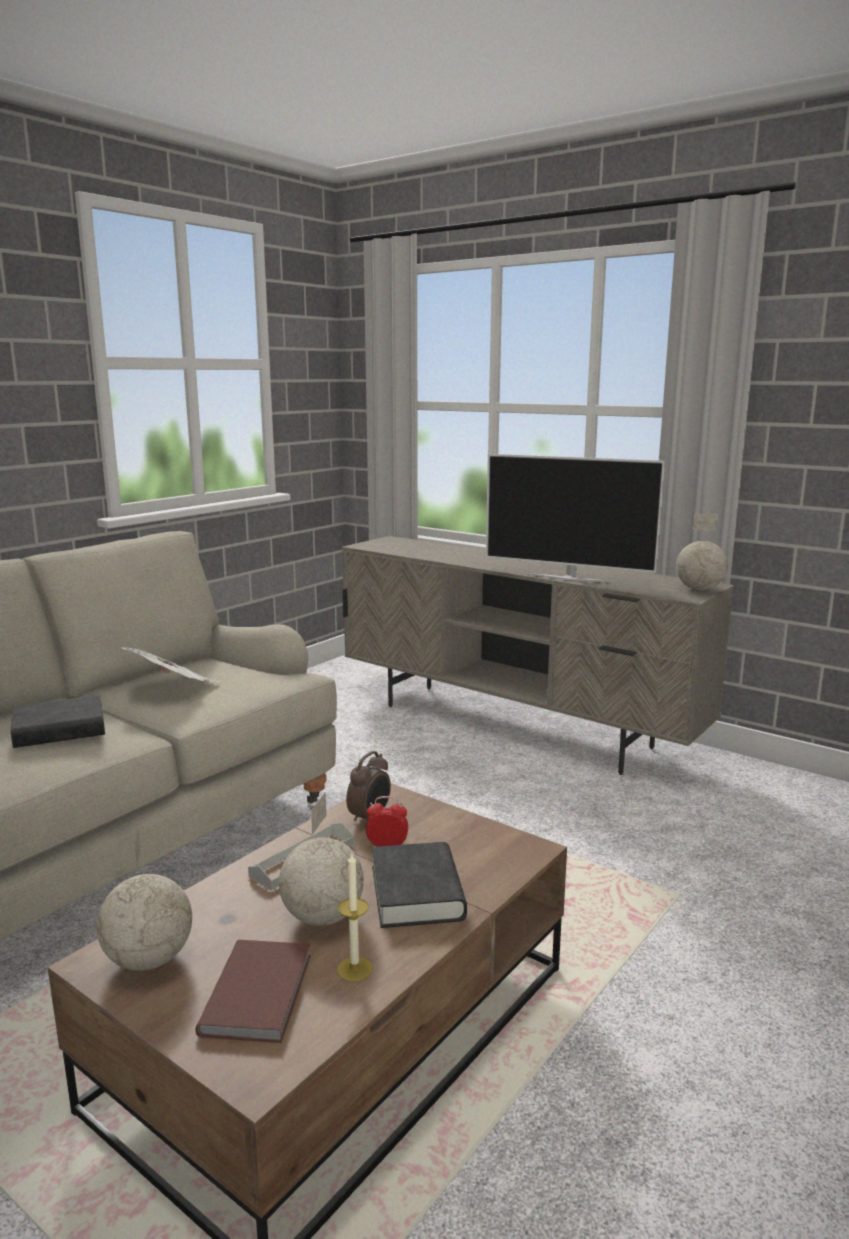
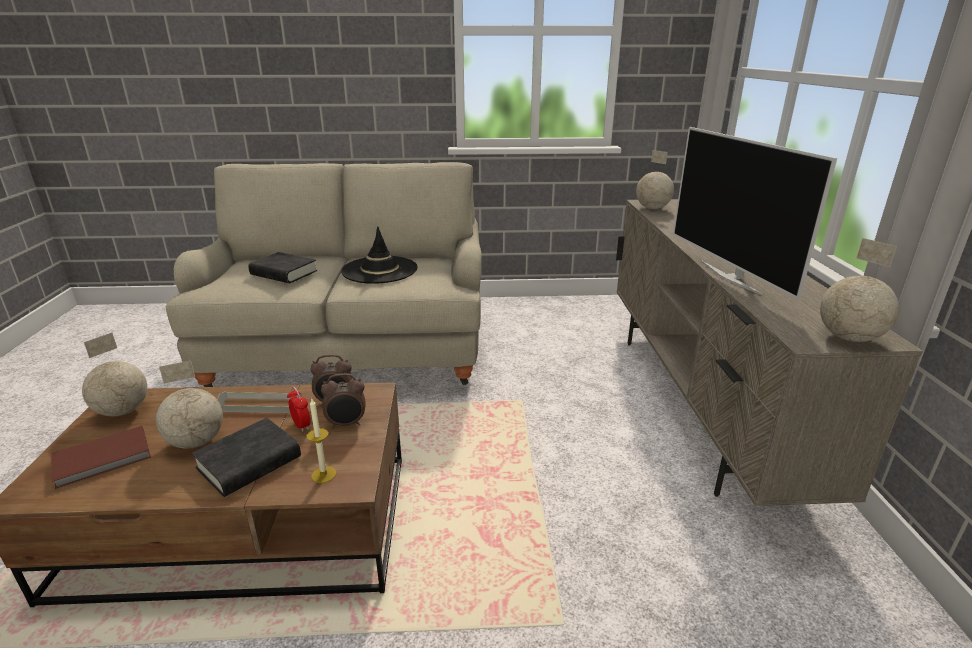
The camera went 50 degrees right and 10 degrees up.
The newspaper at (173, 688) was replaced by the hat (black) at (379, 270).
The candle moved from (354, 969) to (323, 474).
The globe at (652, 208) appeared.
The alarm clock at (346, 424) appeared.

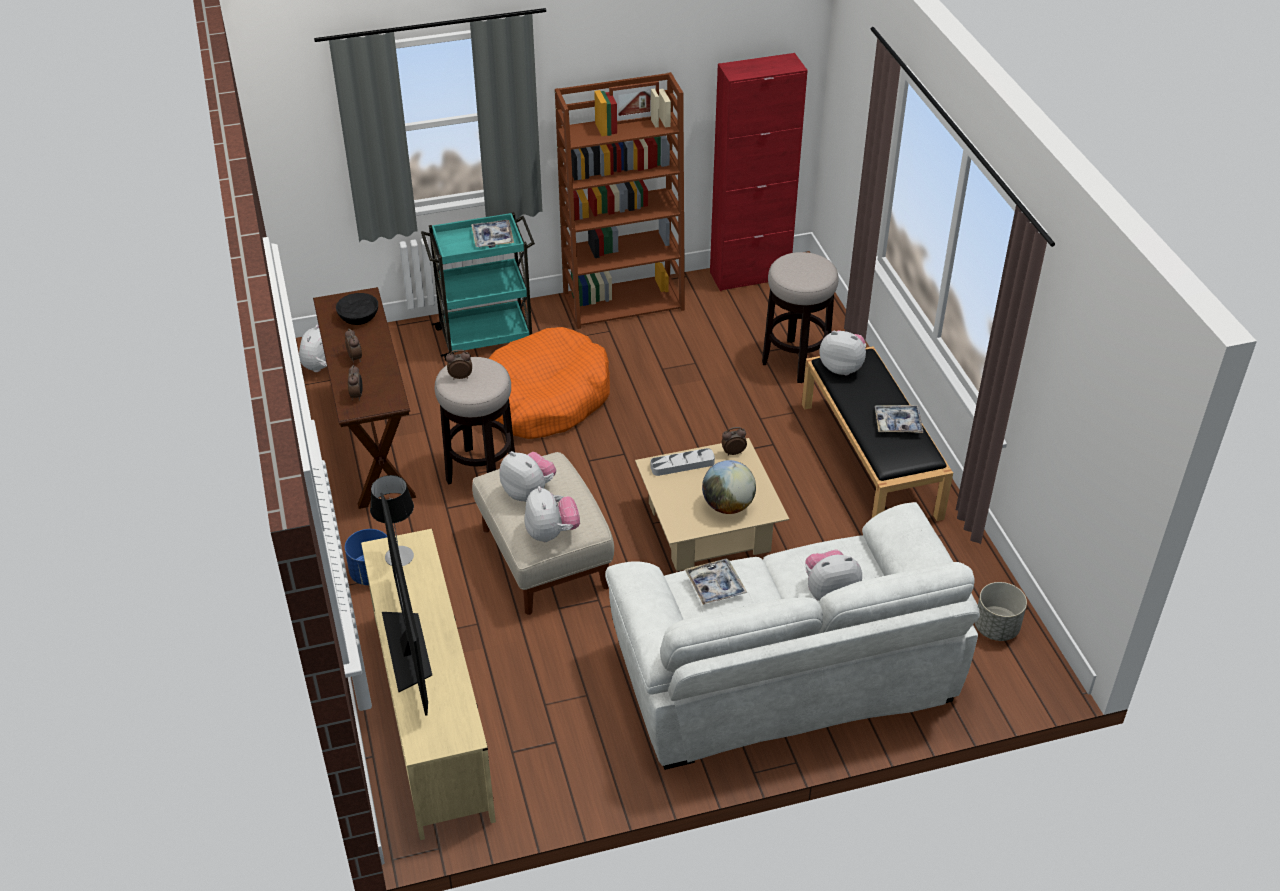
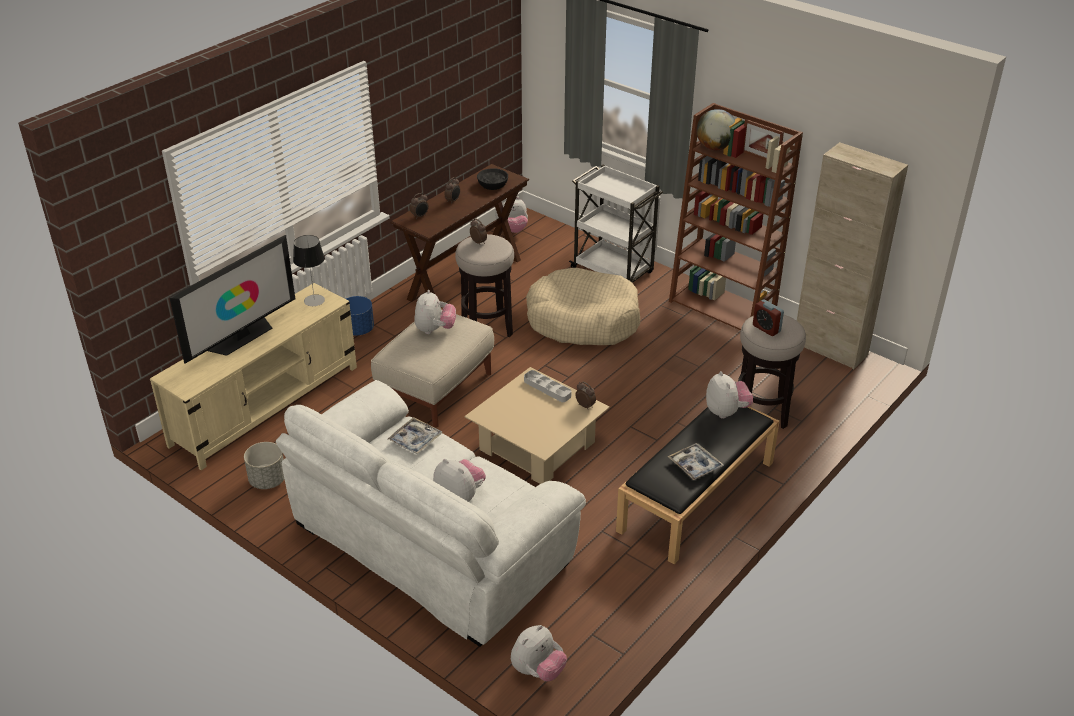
The camera went 55 degrees right and 5 degrees down.
The cabinet (red) at (750, 275) became the cabinet (beige) at (830, 349).
The cart (turquoise) at (486, 337) became the cart (white) at (613, 271).
The tray at (492, 238) disappeared.
The dog bed (orange) at (544, 399) became the dog bed (beige) at (583, 320).
The globe moved from (728, 506) to (715, 148).
The plush toy moved from (551, 533) to (538, 671).
The planter (grey) moved from (995, 628) to (267, 480).
The alarm clock at (766, 328) appeared.

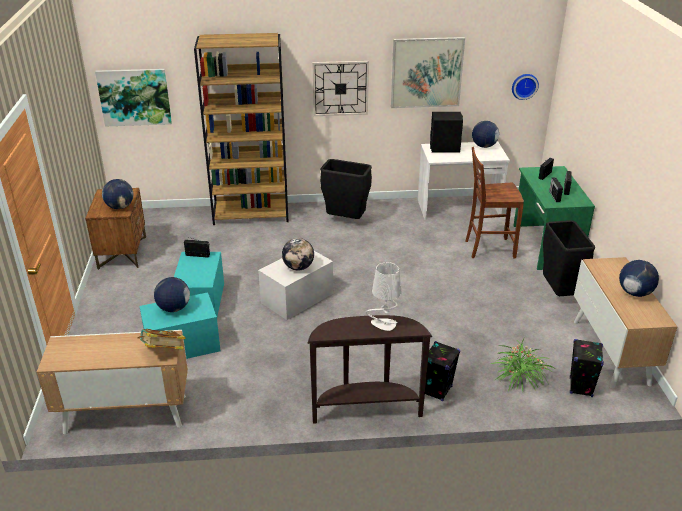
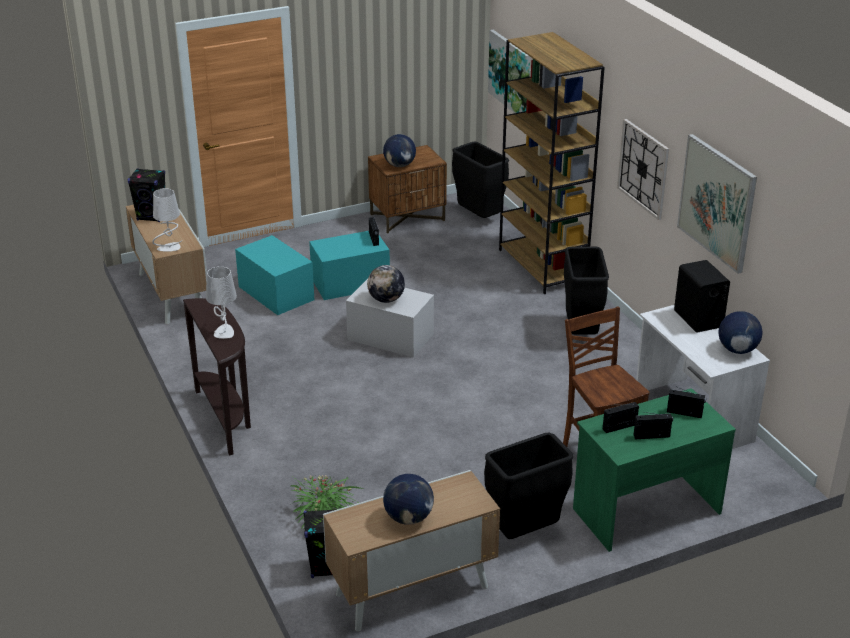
The camera went 70 degrees right and 0 degrees up.
The wall clock at (524, 86) disappeared.
The globe at (174, 308) disappeared.
The book at (163, 351) was replaced by the table lamp (white) at (169, 248).
The speaker (black) moved from (437, 390) to (152, 216).
The trash can (black) at (479, 217) appeared.

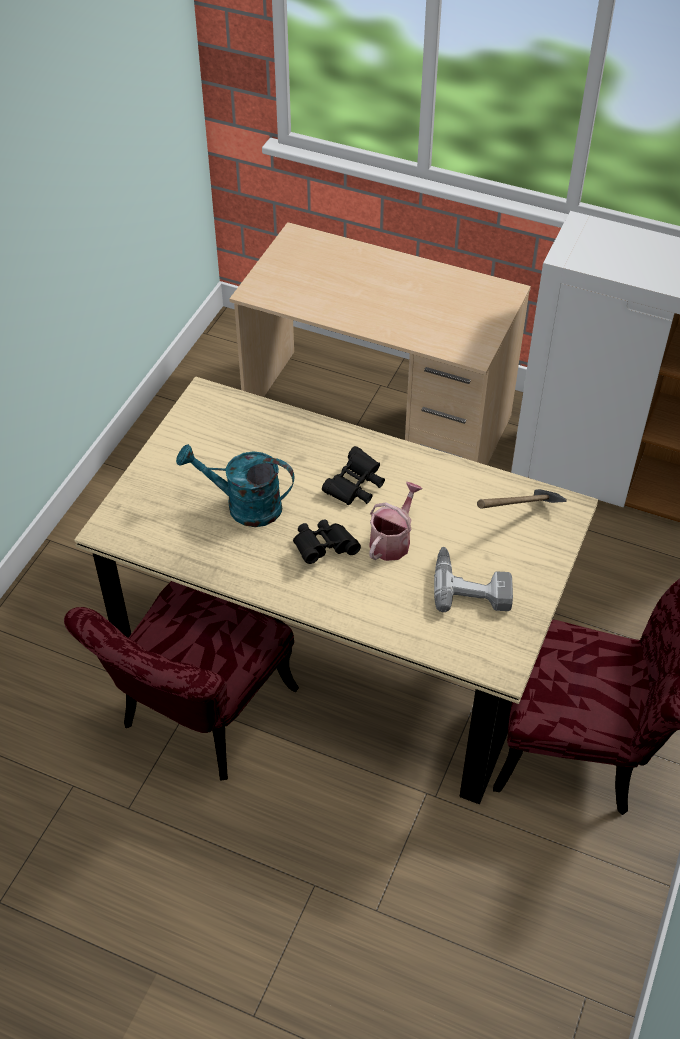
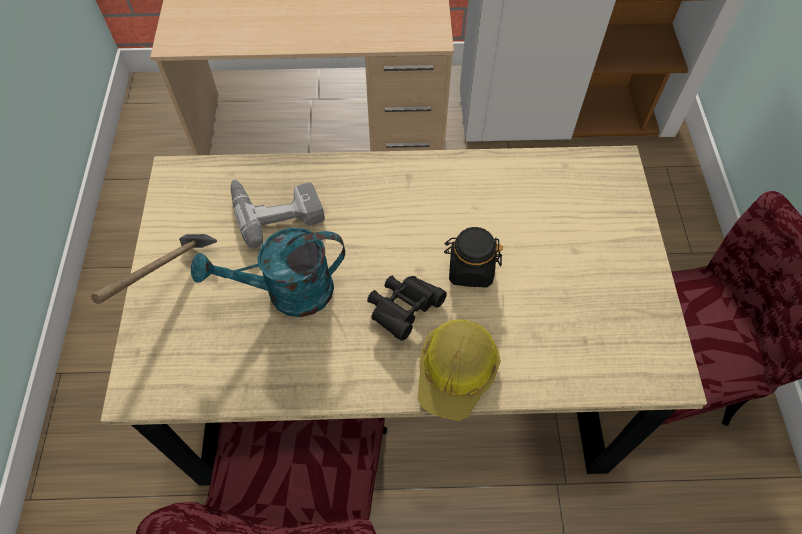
The camera went 25 degrees left and 10 degrees up.
The binoculars (black) at (355, 487) disappeared.
The watering can at (392, 540) was replaced by the jar (black) at (470, 269).
The hammer moved from (518, 523) to (173, 284).
The power drill moved from (471, 585) to (276, 209).
The hard hat at (456, 371) appeared.

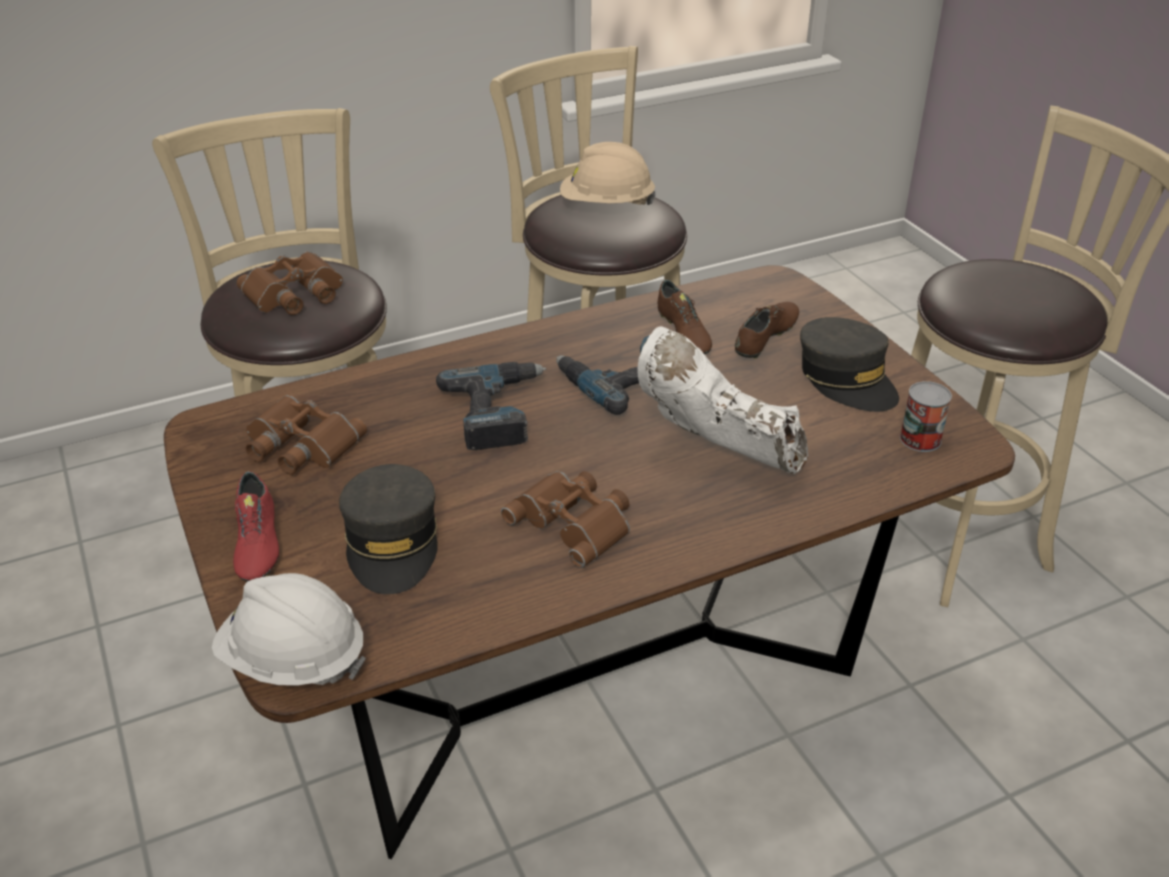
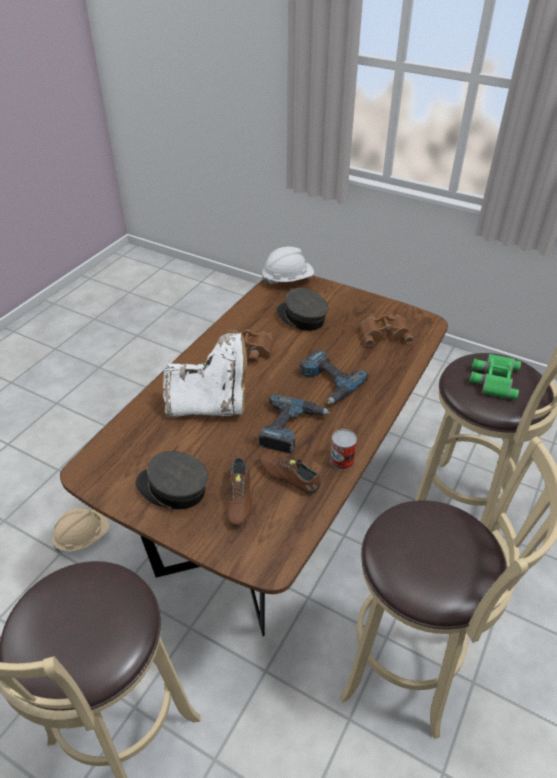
The camera went 145 degrees right and 5 degrees up.
The hard hat (beige) moved from (606, 205) to (83, 537).
The binoculars (brown) at (295, 294) became the binoculars (green) at (493, 379).
The can moved from (920, 439) to (342, 460).
The shoe (red) at (256, 544) disappeared.

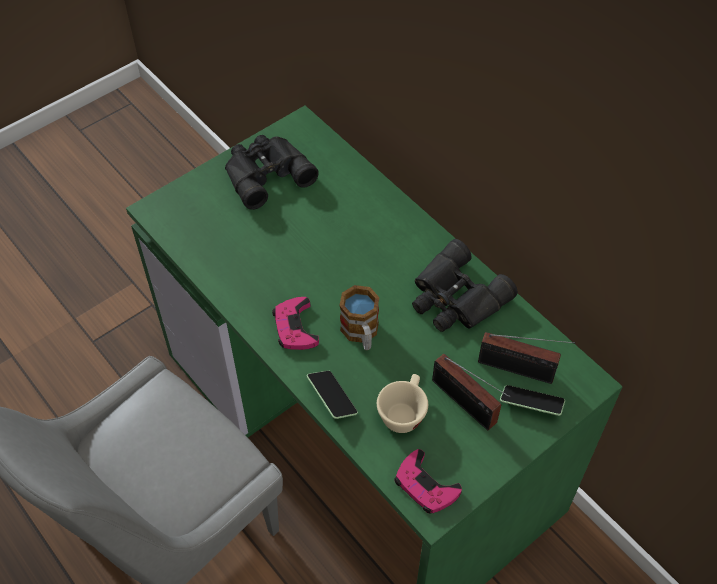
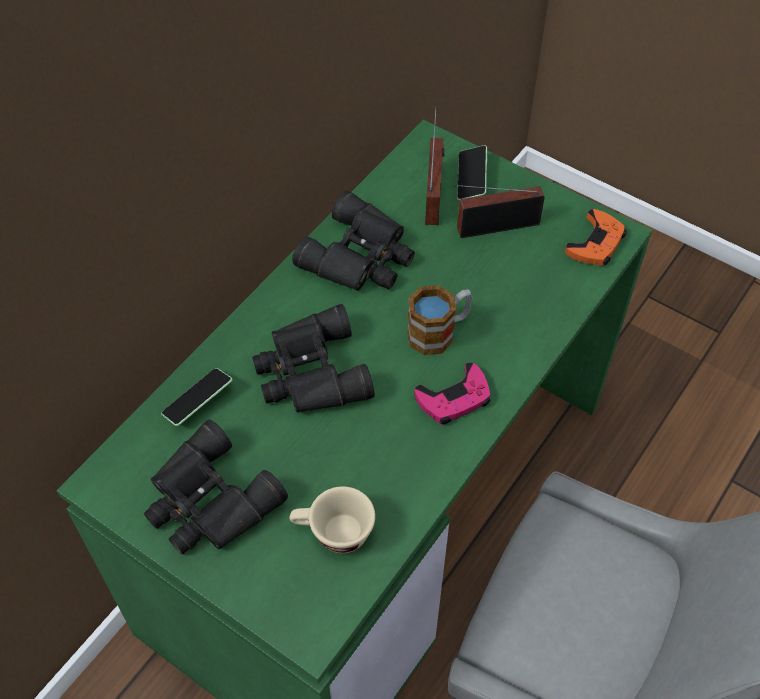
The camera went 105 degrees left and 0 degrees up.
The radio at (466, 405) turned 135 degrees counterclockwise.
The phone moved from (332, 398) to (198, 402).
The cup (beige) moved from (403, 411) to (333, 533).
The game controller (pink) at (425, 486) became the game controller (orange) at (596, 243).
The binoculars (black) at (309, 373) appeared.

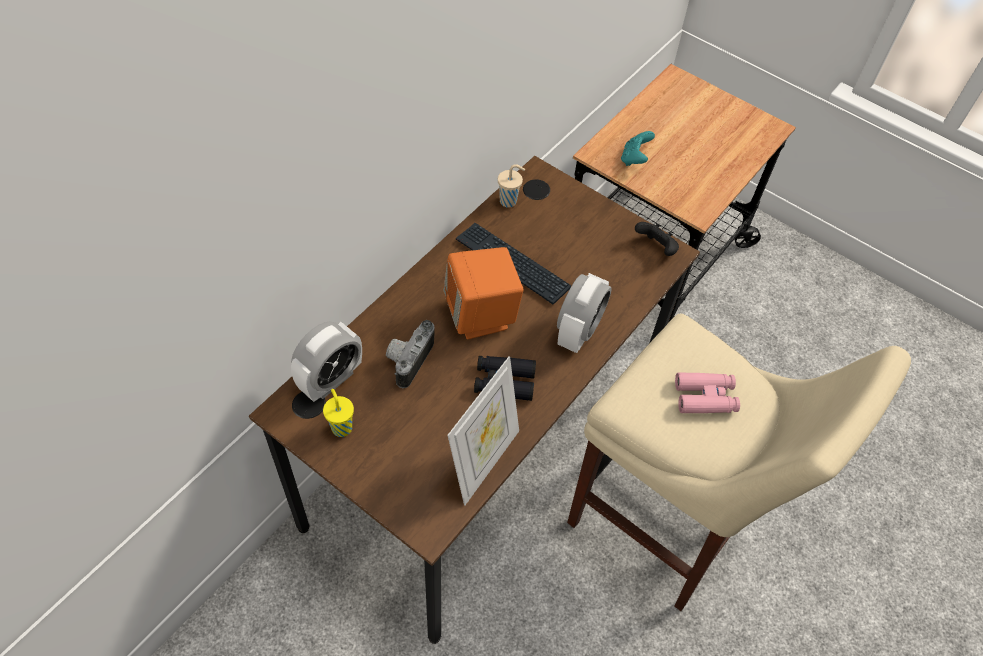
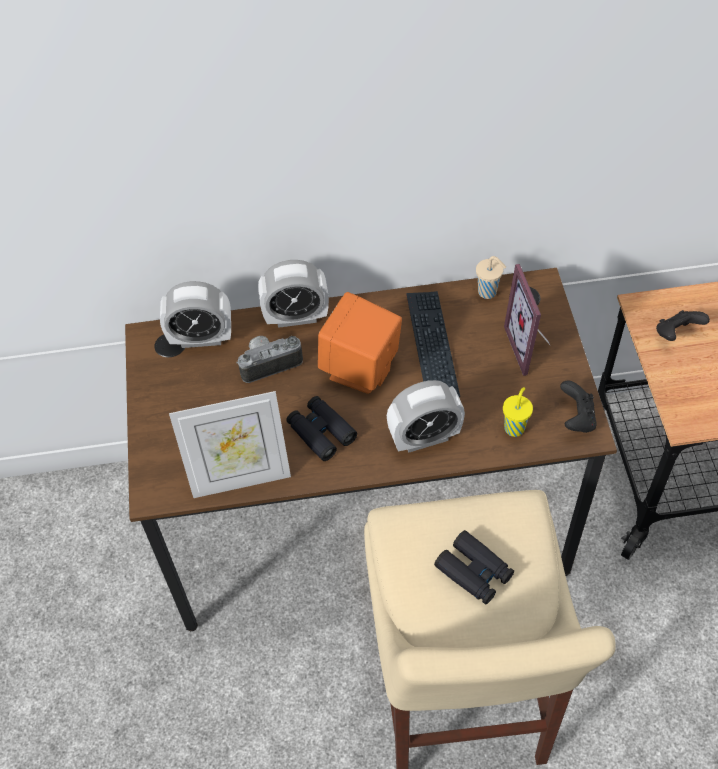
The camera went 50 degrees right and 0 degrees up.
The game controller (turquoise) at (634, 159) became the game controller (black) at (676, 334).
The binoculars (pink) at (705, 397) became the binoculars (black) at (474, 572).
The cup (yellow) moved from (341, 427) to (514, 427).
The alarm clock at (296, 317) appeared.
The picture frame at (531, 347) appeared.

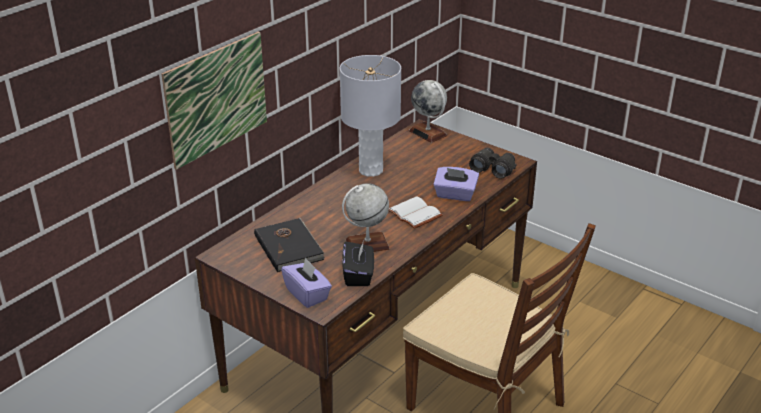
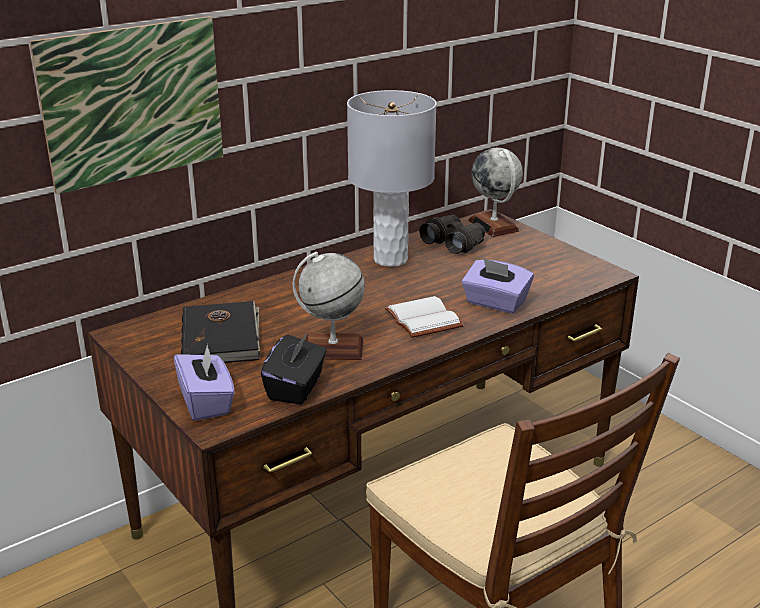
The camera went 15 degrees right and 5 degrees down.
The binoculars (black) moved from (493, 169) to (453, 243).

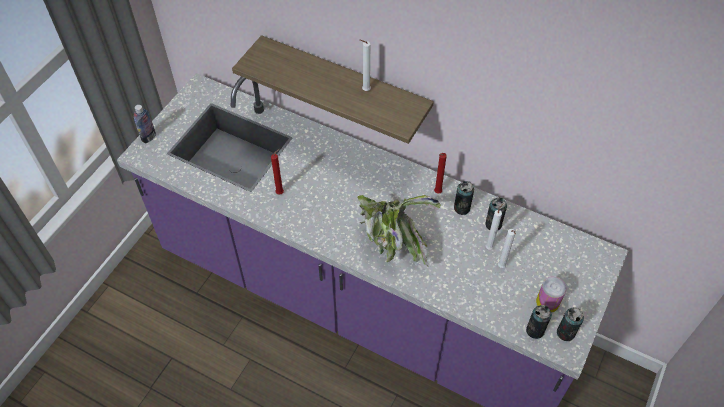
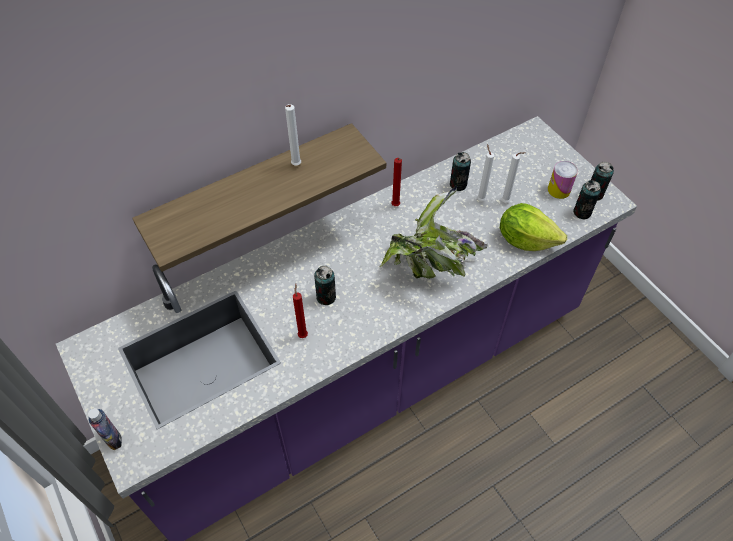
The camera went 60 degrees left and 0 degrees up.
The can moved from (462, 208) to (326, 297).
The lettuce at (525, 240) appeared.

